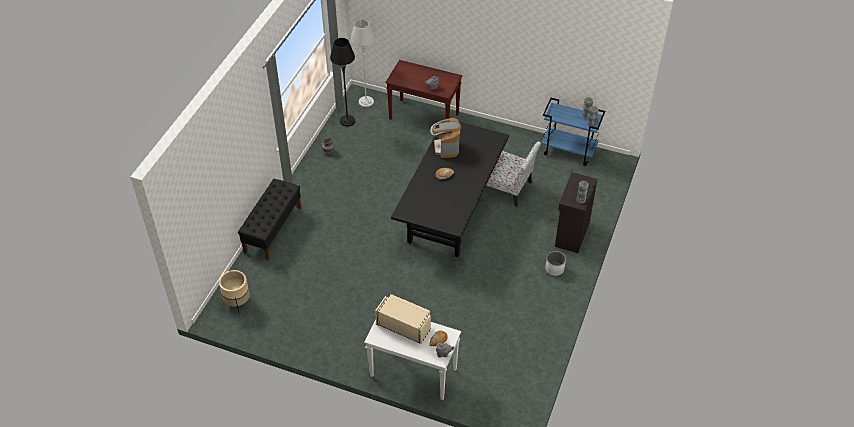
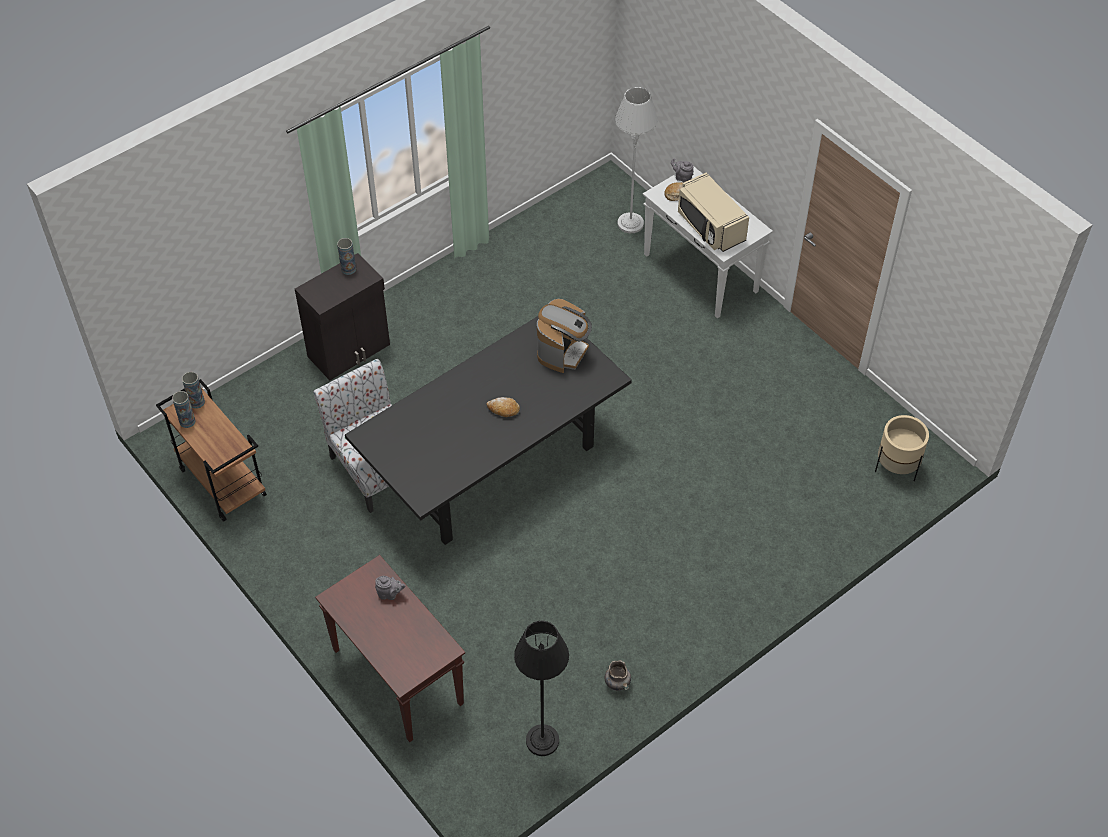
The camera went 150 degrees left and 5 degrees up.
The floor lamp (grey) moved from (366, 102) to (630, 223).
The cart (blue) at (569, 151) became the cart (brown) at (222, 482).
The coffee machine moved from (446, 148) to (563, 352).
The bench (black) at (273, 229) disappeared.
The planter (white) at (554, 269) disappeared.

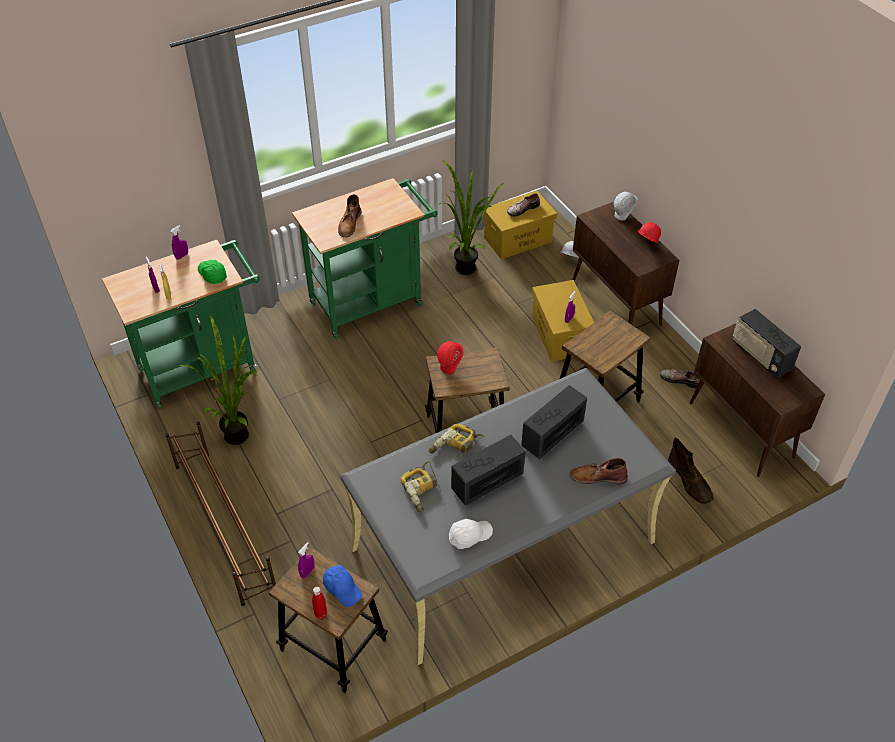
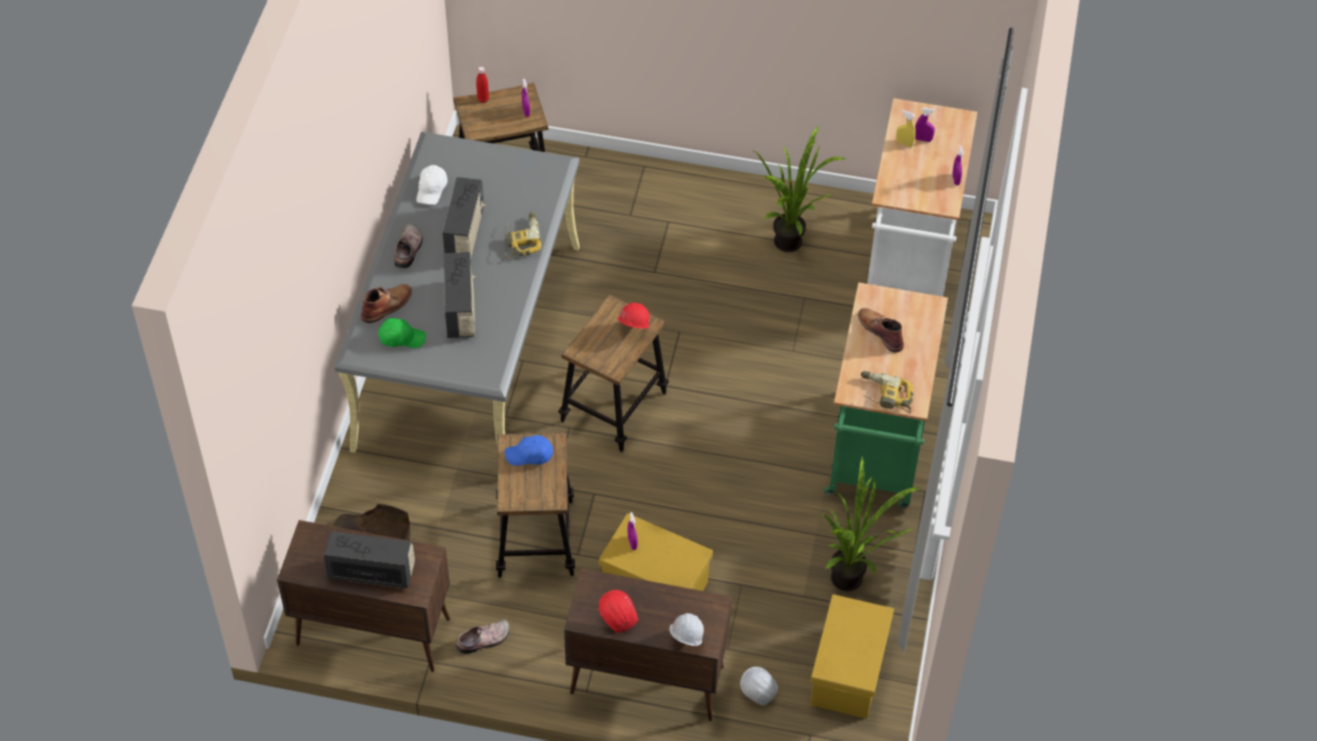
The camera went 130 degrees right and 5 degrees up.
The shoe moved from (522, 208) to (409, 249).
The cart (green) at (204, 366) became the cart (white) at (908, 268).
The cap (green) moved from (212, 275) to (401, 338).
The shoe rack (brown) at (224, 524) disappeared.
The power drill moved from (423, 490) to (885, 395).
The cap (blue) moved from (342, 588) to (529, 456).

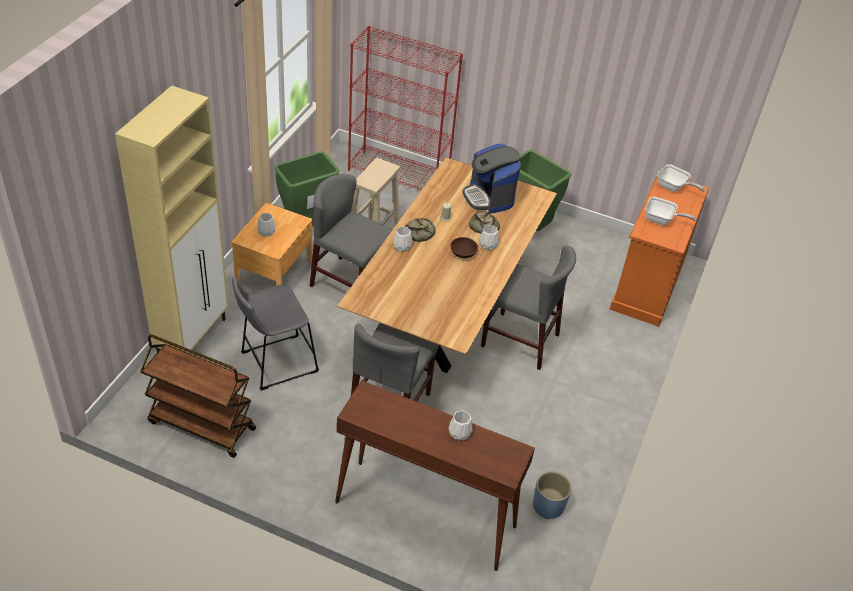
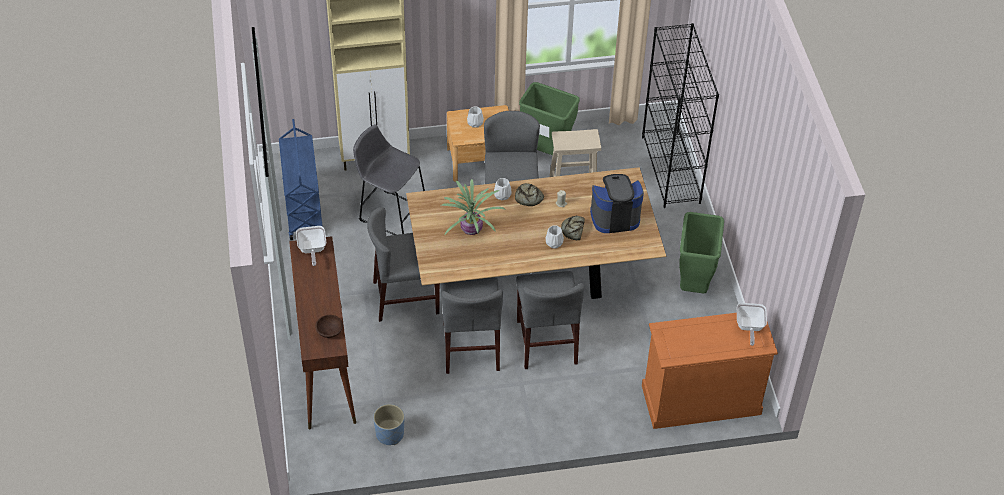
The camera went 60 degrees right and 5 degrees up.
The bookcase (red) at (399, 174) became the bookcase (black) at (671, 170).
The coffee machine at (489, 197) turned 45 degrees clockwise.
The frying pan moved from (661, 220) to (312, 250).
The bowl (brown) moved from (462, 253) to (329, 331).
The cart (brown) at (201, 426) became the cart (blue) at (302, 208).
The vase (white) at (459, 433) disappeared.
The potted plant at (470, 230) appeared.
The chair (grey) at (470, 347) appeared.

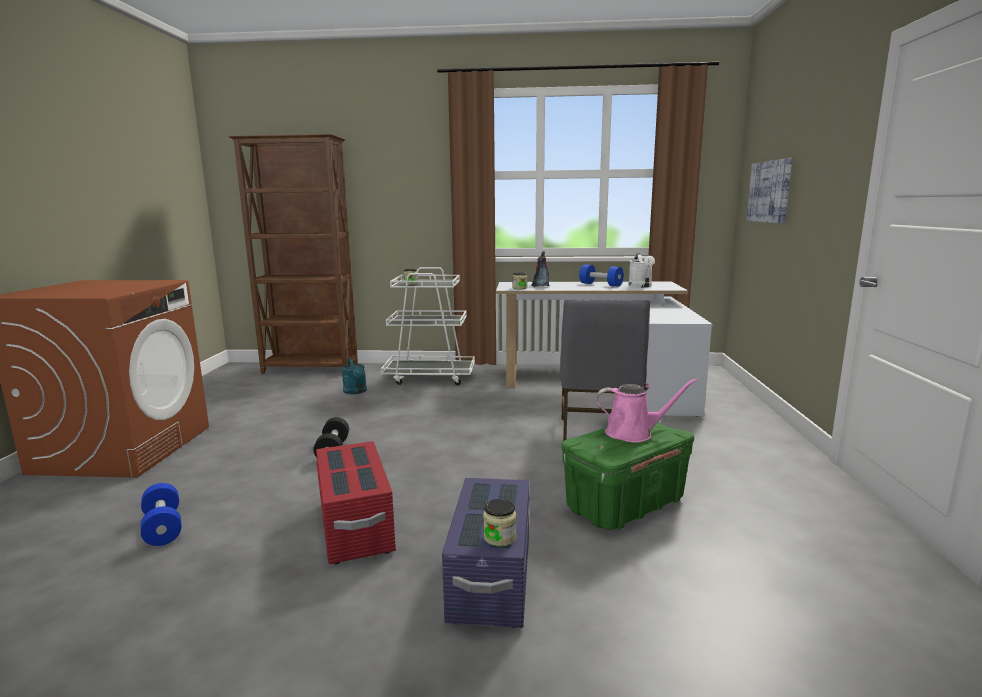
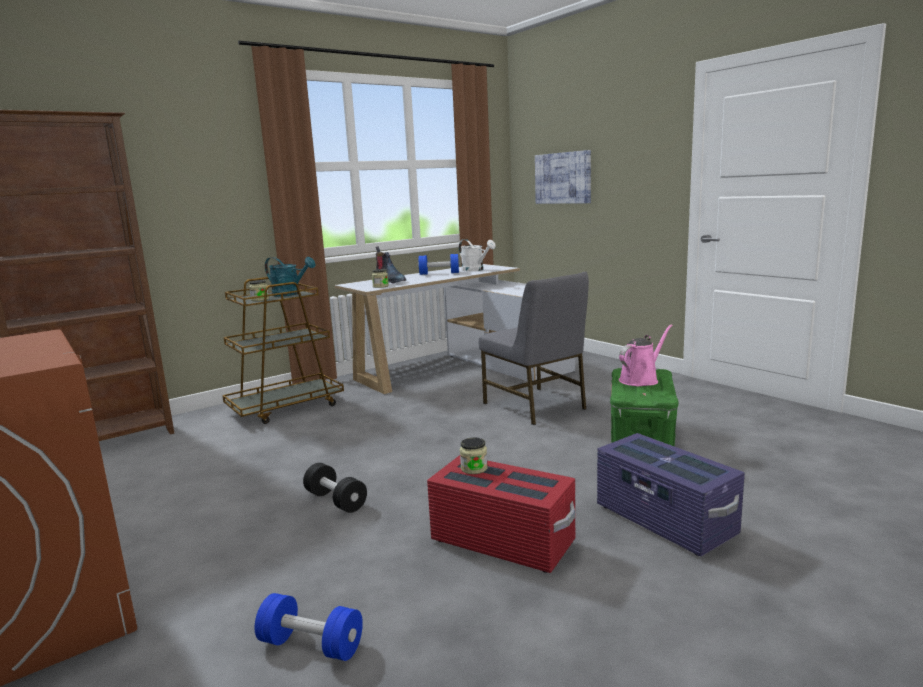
The camera went 40 degrees left and 0 degrees up.
The cart (white) at (430, 377) became the cart (brown) at (286, 407).
The watering can (turquoise) moved from (356, 392) to (290, 294).
The jar moved from (500, 537) to (474, 468).

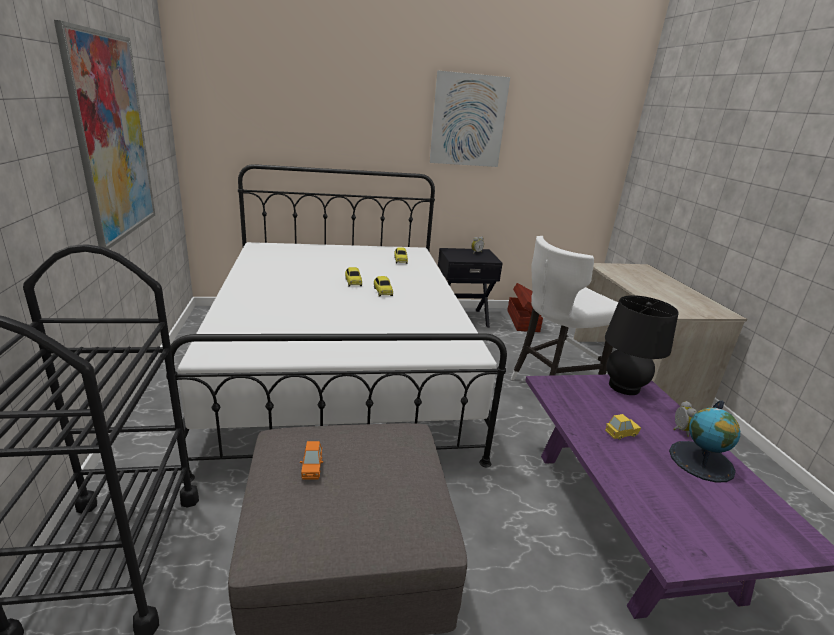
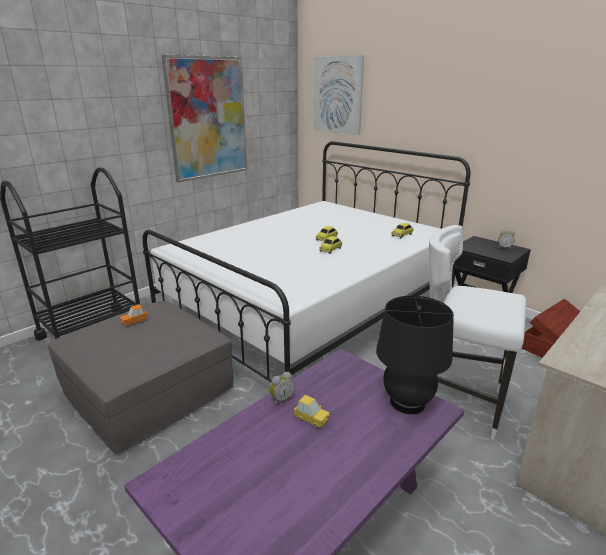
The camera went 55 degrees right and 0 degrees up.
The picture moved from (468, 120) to (337, 95).
The globe at (701, 461) disappeared.
The alarm clock moved from (679, 430) to (281, 399).

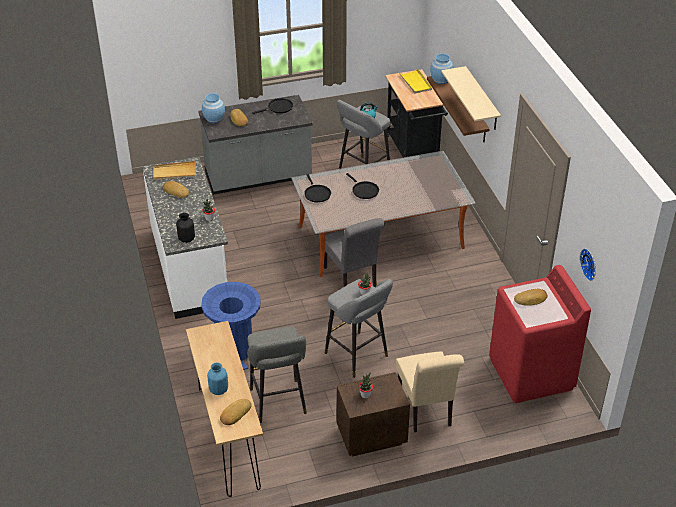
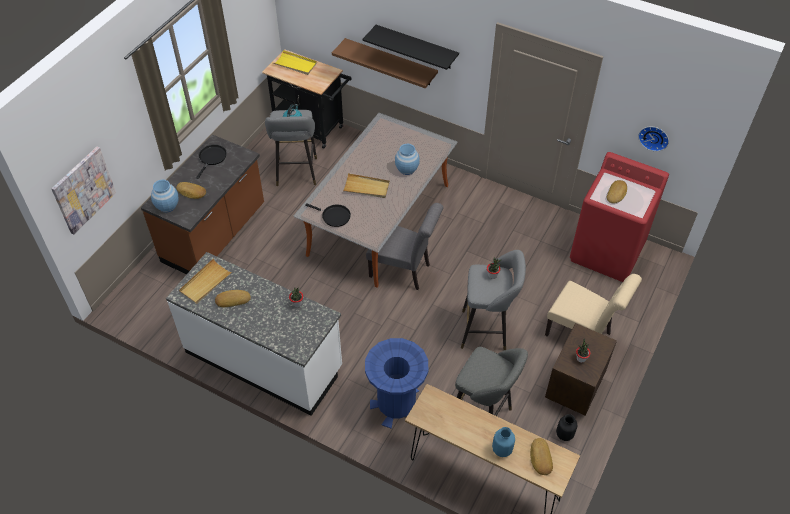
The camera went 45 degrees left and 10 degrees up.
The vase (blue) moved from (441, 80) to (407, 169).
The shelf (beige) at (482, 99) became the shelf (black) at (416, 47).
The counter (grey) at (258, 177) became the counter (brown) at (215, 235).
The frying pan (black) at (364, 190) was replaced by the tray (beige) at (366, 187).
The vase (black) moved from (186, 239) to (565, 434).
The picture at (83, 190) appeared.

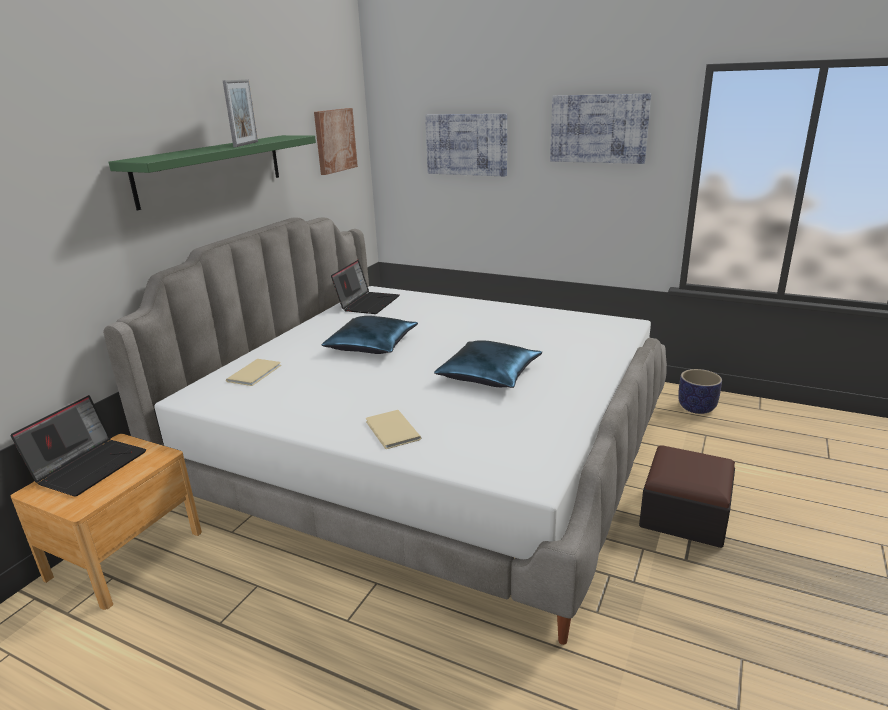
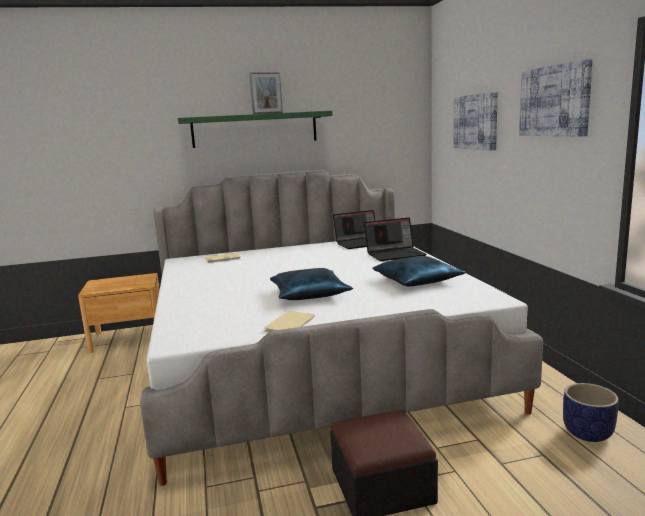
The camera went 50 degrees right and 10 degrees down.
The picture at (334, 140) disappeared.
The pillow (blue) moved from (372, 344) to (417, 280).
The laptop moved from (90, 466) to (395, 254).
The book (beige) moved from (391, 431) to (287, 324).

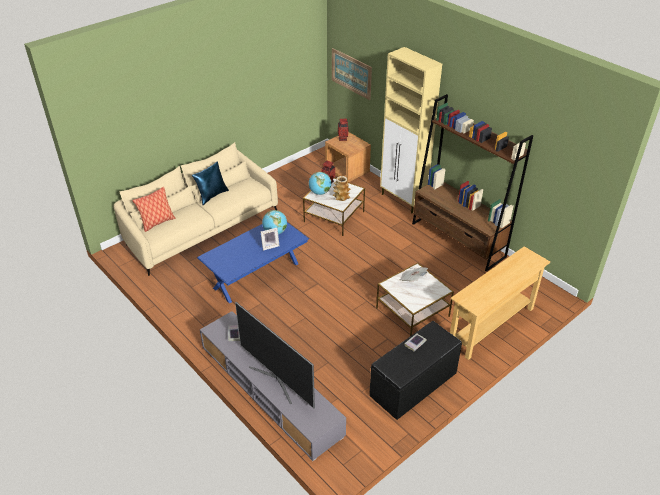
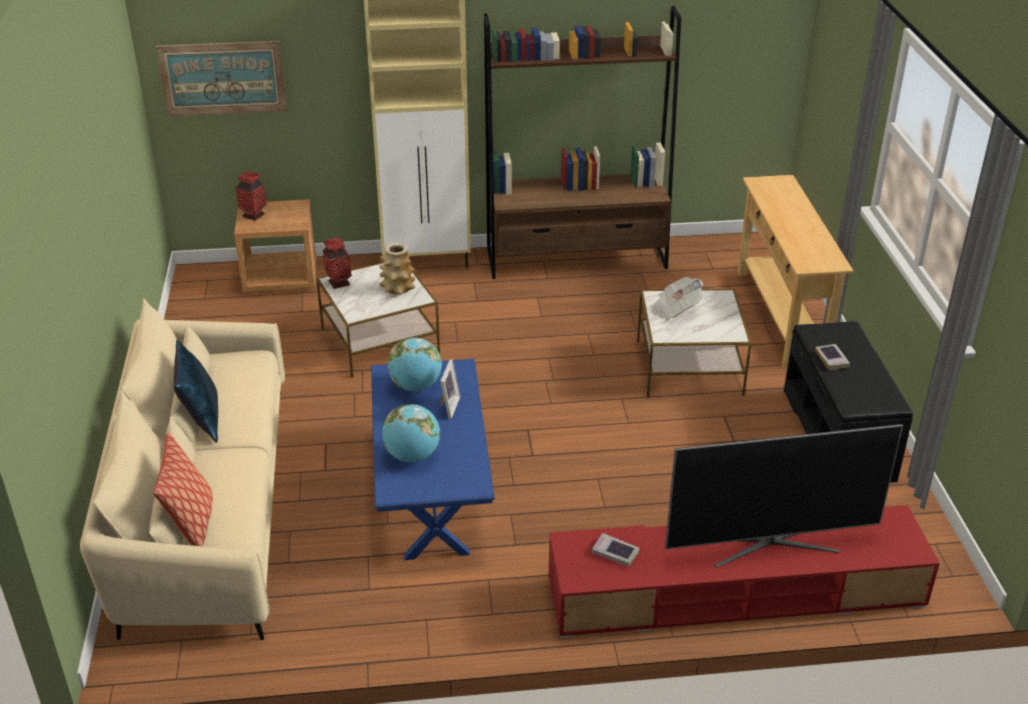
The camera went 55 degrees left and 5 degrees down.
The globe moved from (320, 192) to (412, 456).
The tv stand (grey) at (269, 390) became the tv stand (red) at (734, 592).

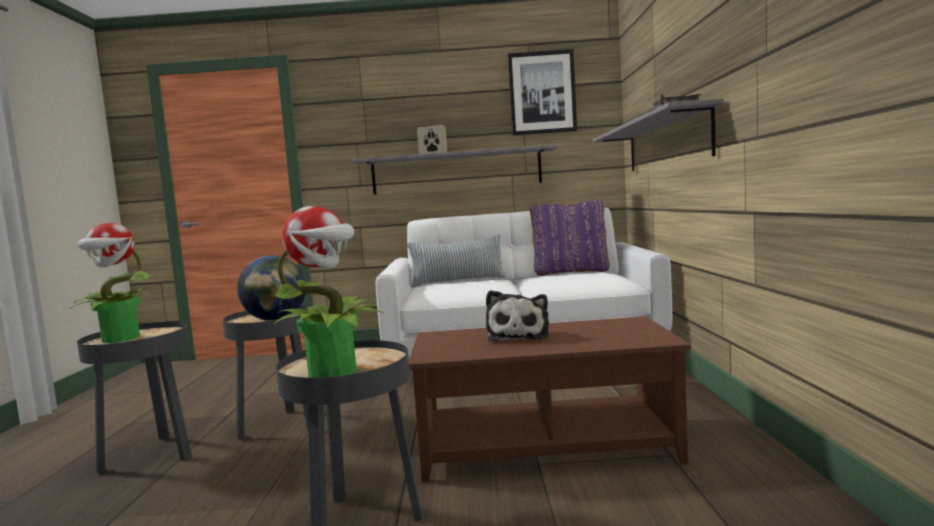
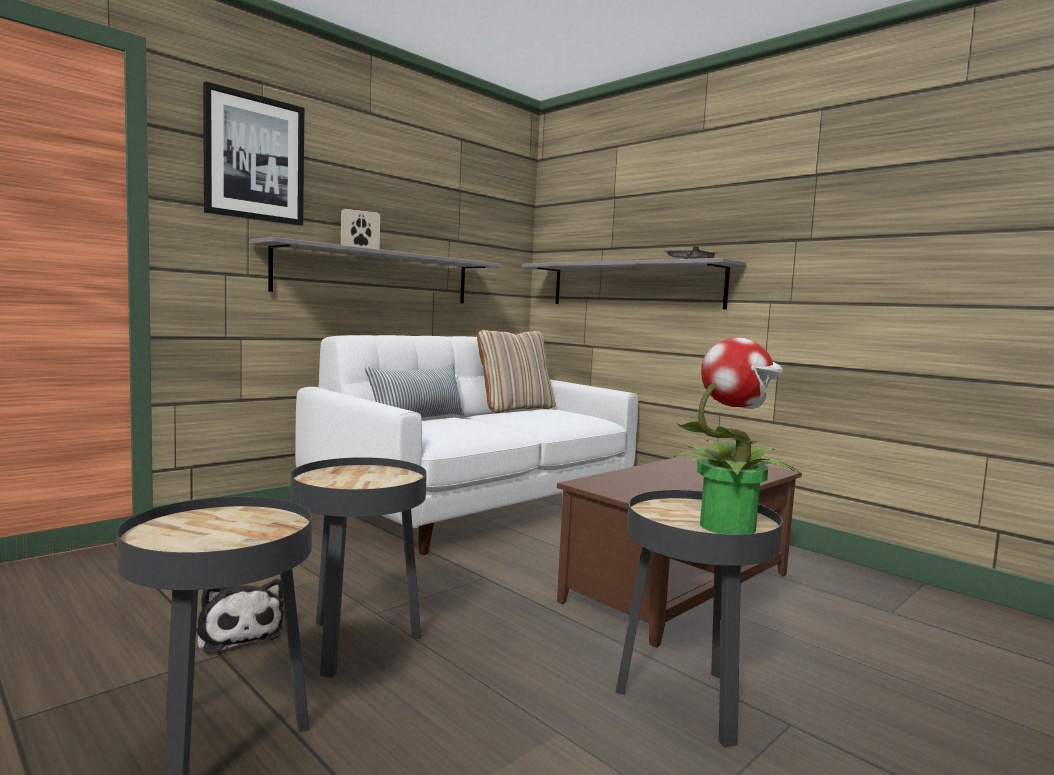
The camera went 45 degrees left and 0 degrees up.
The picture moved from (542, 93) to (254, 158).
The pillow (purple) at (571, 272) became the pillow (beige) at (515, 409).
The potted plant at (120, 339) disappeared.
The globe at (276, 319) disappeared.
The plush toy moved from (519, 335) to (239, 632).

